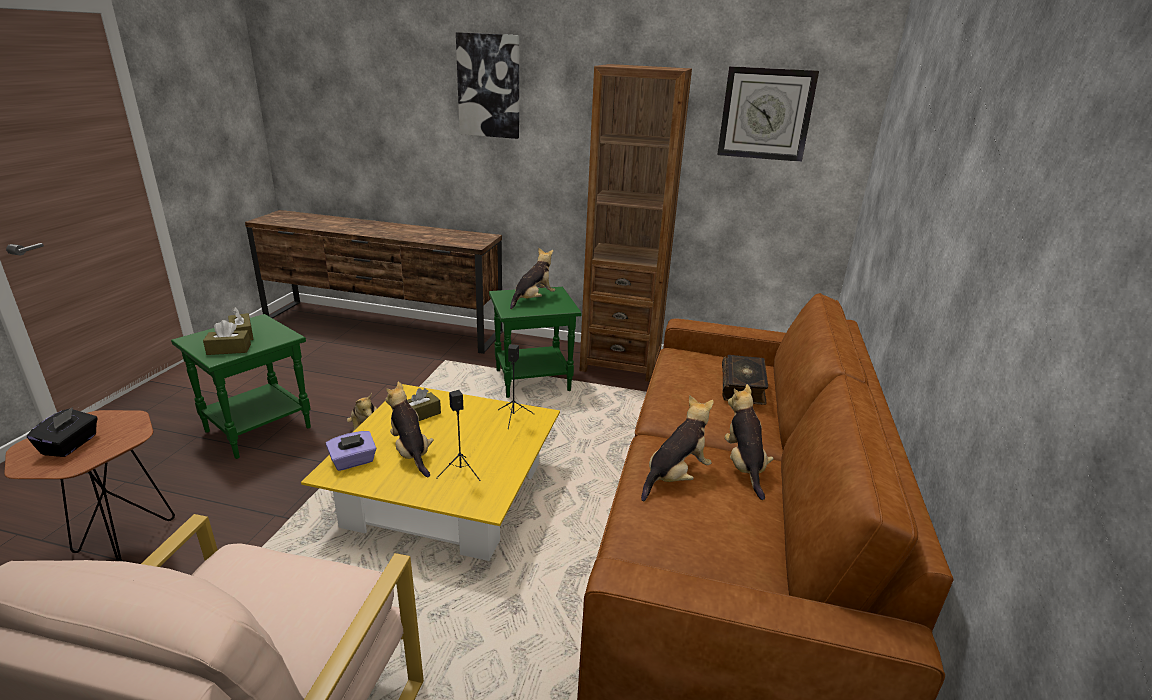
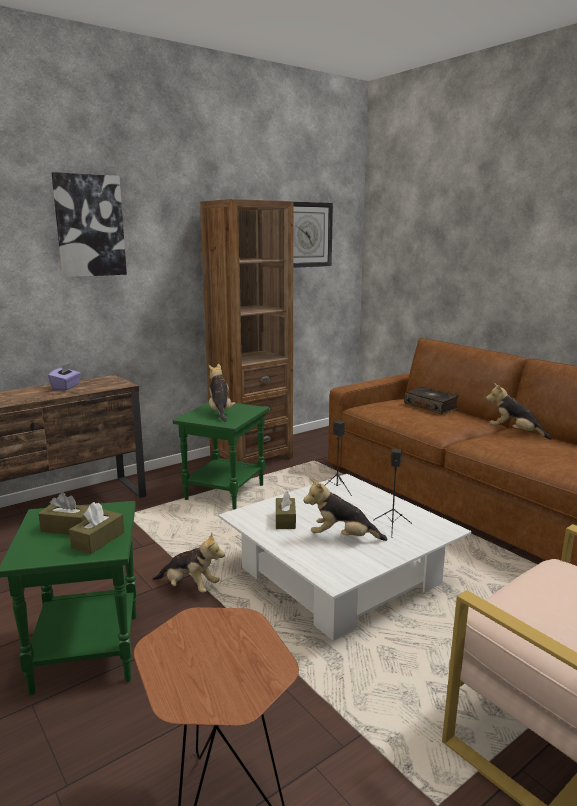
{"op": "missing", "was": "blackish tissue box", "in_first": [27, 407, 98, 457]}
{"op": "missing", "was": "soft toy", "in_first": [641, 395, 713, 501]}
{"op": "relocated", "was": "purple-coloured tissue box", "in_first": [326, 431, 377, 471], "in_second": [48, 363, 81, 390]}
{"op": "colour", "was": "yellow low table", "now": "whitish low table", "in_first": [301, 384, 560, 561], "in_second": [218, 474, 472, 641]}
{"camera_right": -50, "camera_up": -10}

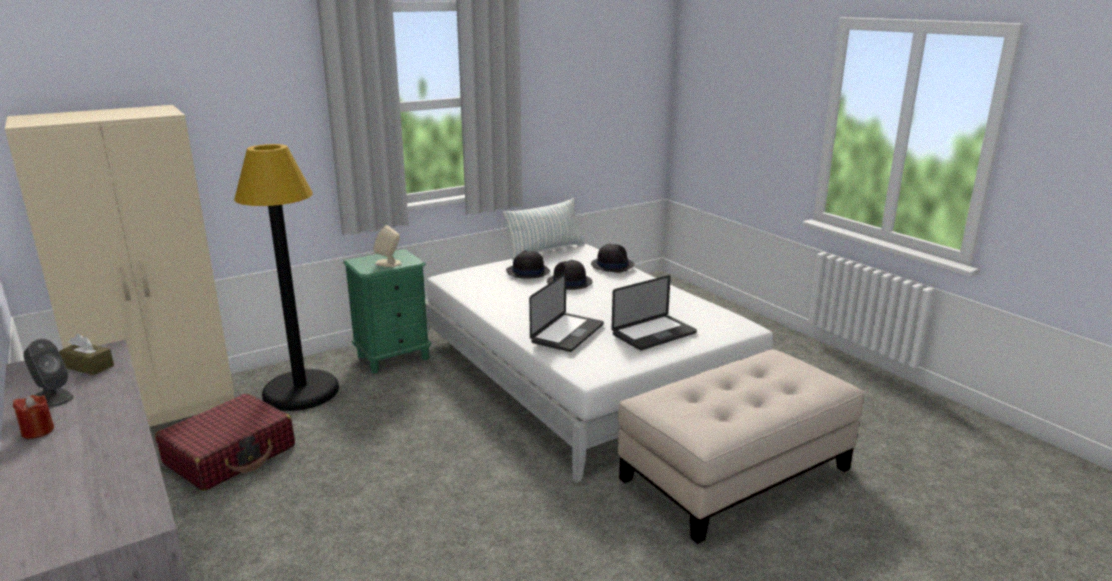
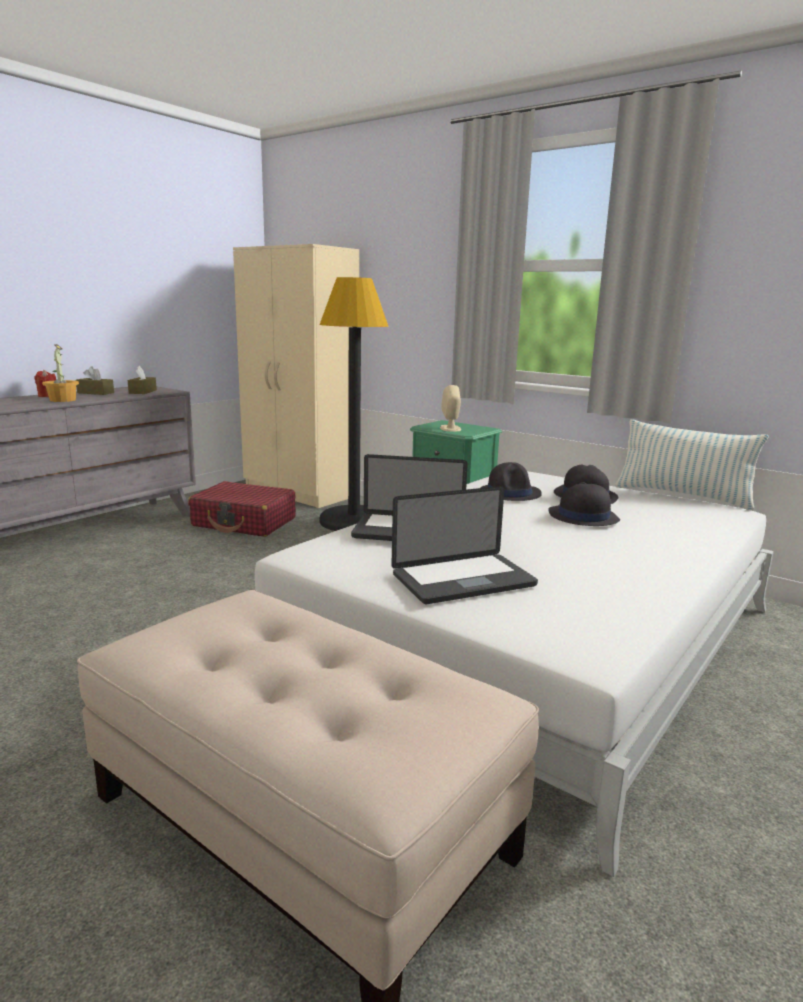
{"op": "appeared", "now": "potted plant", "in_second": [42, 344, 79, 402]}
{"op": "relocated", "was": "blackish wearable hat", "in_first": [591, 244, 634, 273], "in_second": [480, 462, 542, 501]}
{"op": "exchanged", "was": "grey loudspeaker", "now": "brown tissue box", "in_first": [23, 339, 74, 407], "in_second": [76, 366, 114, 395]}
{"op": "spun", "was": "laptop", "in_first": [611, 275, 697, 350], "in_second": [391, 486, 538, 604], "clockwise": -60}
{"camera_right": 70, "camera_up": -5}

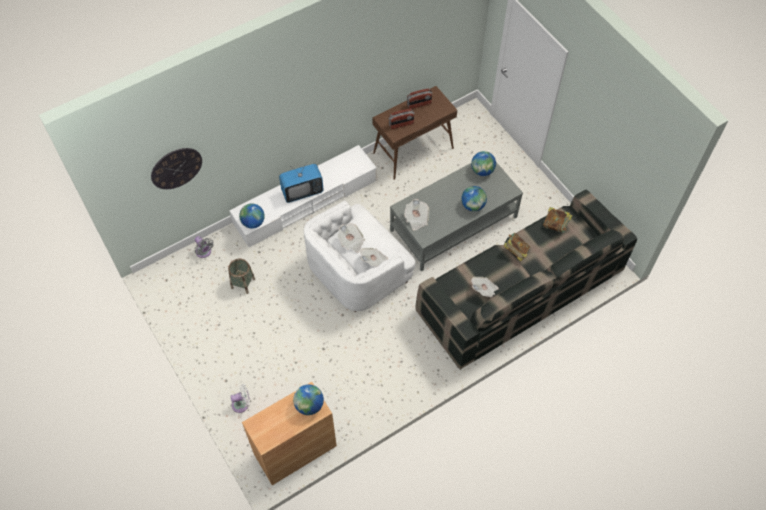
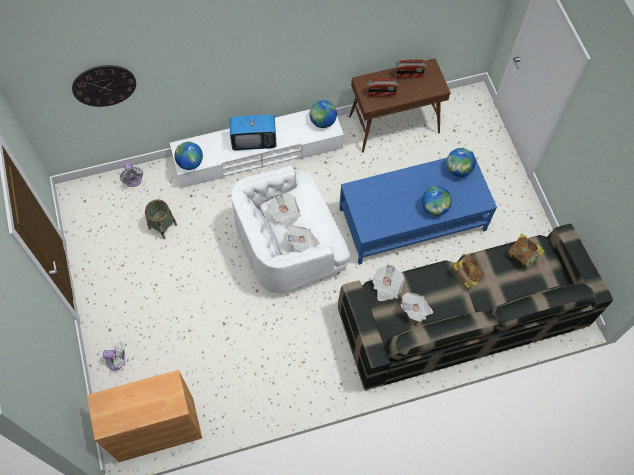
{"op": "relocated", "was": "globe", "in_first": [293, 385, 324, 415], "in_second": [310, 100, 337, 128]}
{"op": "relocated", "was": "printed paper", "in_first": [404, 199, 430, 231], "in_second": [372, 264, 404, 301]}
{"op": "colour", "was": "grey low table", "now": "bluish low table", "in_first": [390, 162, 523, 271], "in_second": [339, 151, 497, 265]}
{"camera_right": 15, "camera_up": 5}

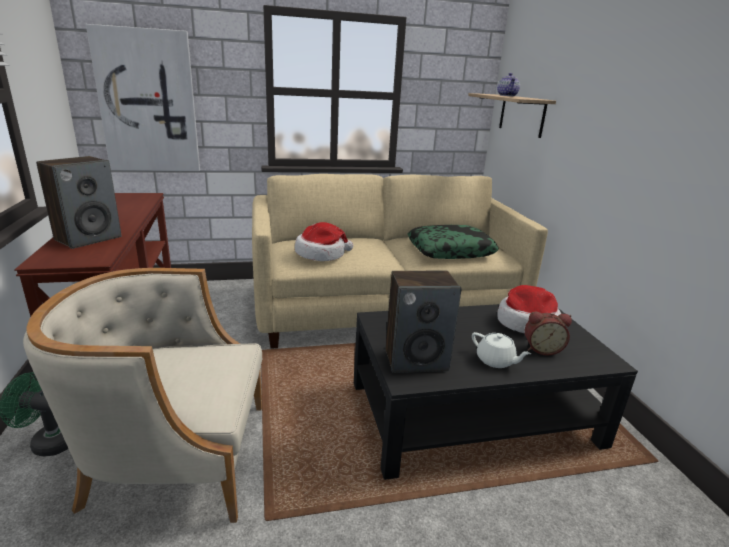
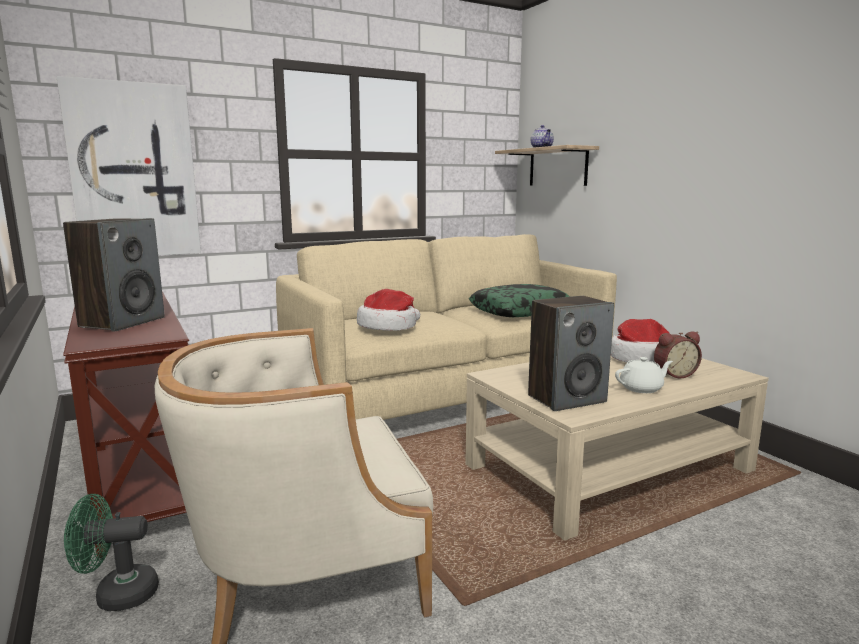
{"op": "colour", "was": "blackish low table", "now": "sand-coloured low table", "in_first": [354, 304, 638, 480], "in_second": [466, 356, 769, 541]}
{"op": "spun", "was": "whitish pot for tea", "in_first": [472, 332, 531, 368], "in_second": [615, 357, 673, 393], "clockwise": -45}
{"camera_right": -15, "camera_up": -10}

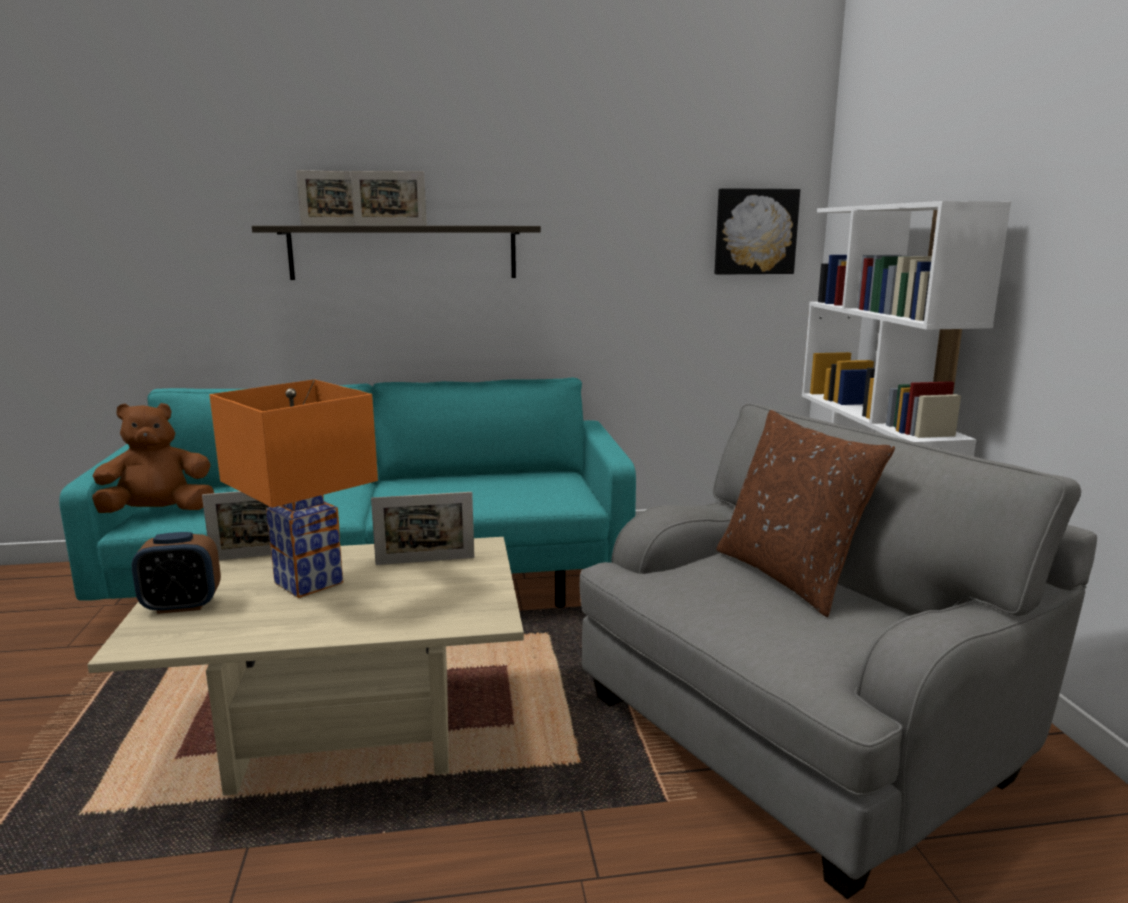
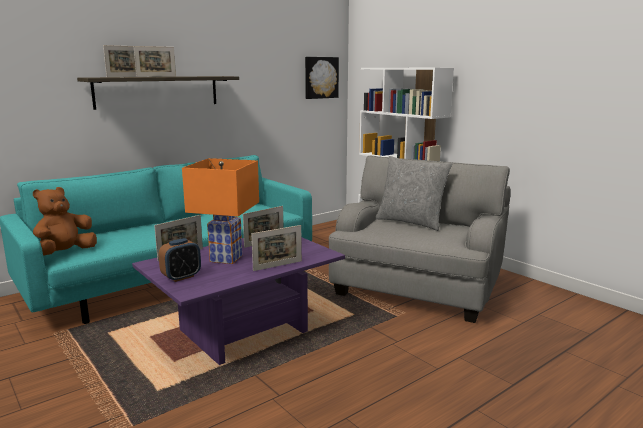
{"op": "appeared", "now": "picture frame", "in_second": [252, 225, 302, 271]}
{"op": "colour", "was": "sand-coloured low table", "now": "purple-coloured low table", "in_first": [87, 537, 524, 796], "in_second": [132, 237, 345, 365]}
{"op": "colour", "was": "brown throw pillow", "now": "grey throw pillow", "in_first": [716, 410, 895, 617], "in_second": [375, 156, 453, 231]}
{"camera_right": -30, "camera_up": 0}

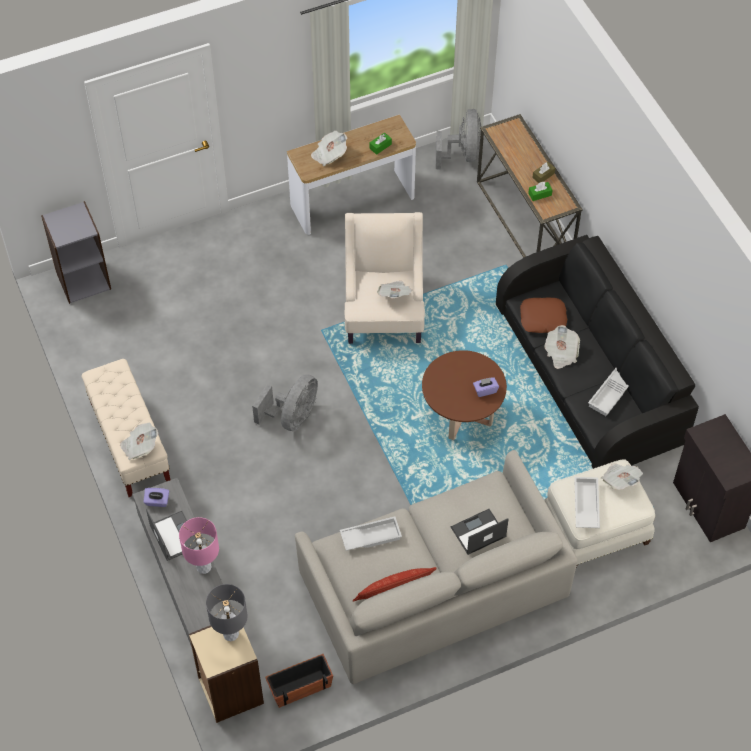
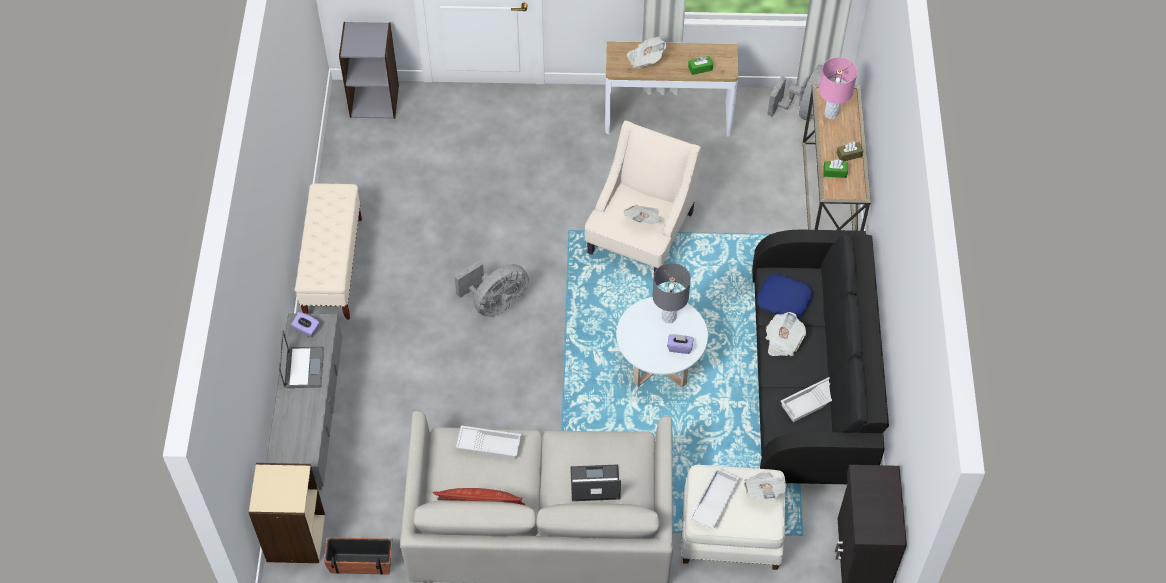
{"op": "missing", "was": "printed paper", "in_first": [120, 422, 158, 460]}
{"op": "relocated", "was": "pink-coloured lamp for a table", "in_first": [179, 517, 219, 574], "in_second": [819, 57, 857, 119]}
{"op": "relocated", "was": "grey lamp for a table", "in_first": [206, 584, 248, 641], "in_second": [652, 263, 691, 323]}
{"op": "colour", "was": "brown low table", "now": "whitish low table", "in_first": [422, 350, 507, 440], "in_second": [616, 297, 708, 388]}
{"op": "colour", "was": "brown throw pillow", "now": "bluish throw pillow", "in_first": [520, 297, 567, 333], "in_second": [757, 274, 812, 318]}
{"camera_right": 25, "camera_up": 0}

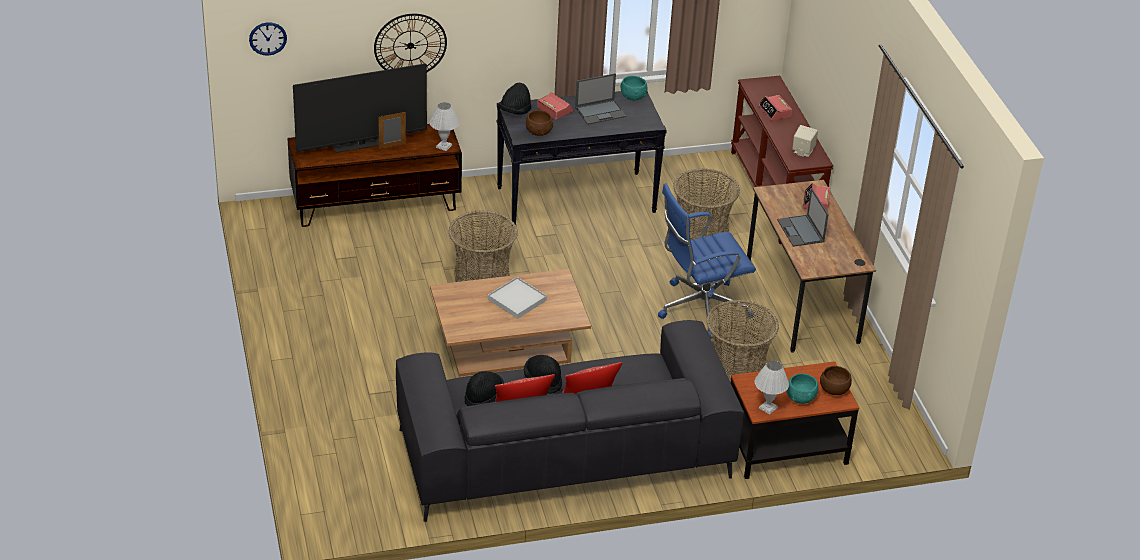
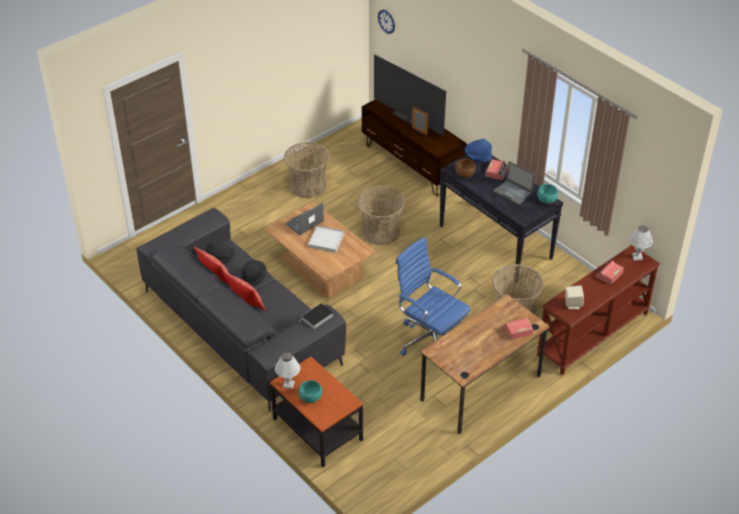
{"op": "missing", "was": "hanging clock", "in_first": [374, 14, 447, 72]}
{"op": "missing", "was": "brown deep dish", "in_first": [820, 366, 852, 395]}
{"op": "appeared", "now": "book", "in_second": [301, 303, 333, 329]}
{"op": "relocated", "was": "whitish lamp for a table", "in_first": [429, 102, 459, 151], "in_second": [629, 225, 653, 261]}
{"op": "relocated", "was": "basket", "in_first": [706, 300, 779, 383], "in_second": [284, 142, 330, 198]}
{"op": "relocated", "was": "laptop", "in_first": [777, 188, 829, 247], "in_second": [285, 203, 324, 235]}
{"op": "colour", "was": "blackish wearable hat", "now": "bluish wearable hat", "in_first": [498, 82, 532, 115], "in_second": [465, 139, 492, 162]}
{"camera_right": 65, "camera_up": 5}

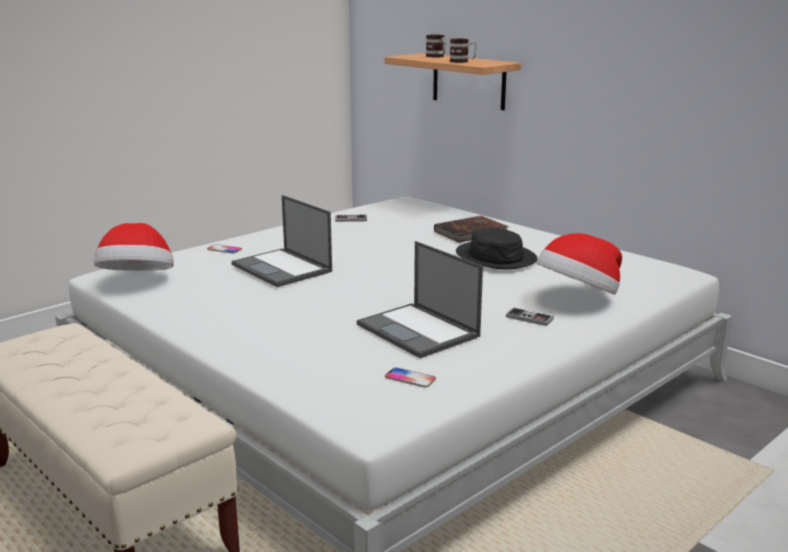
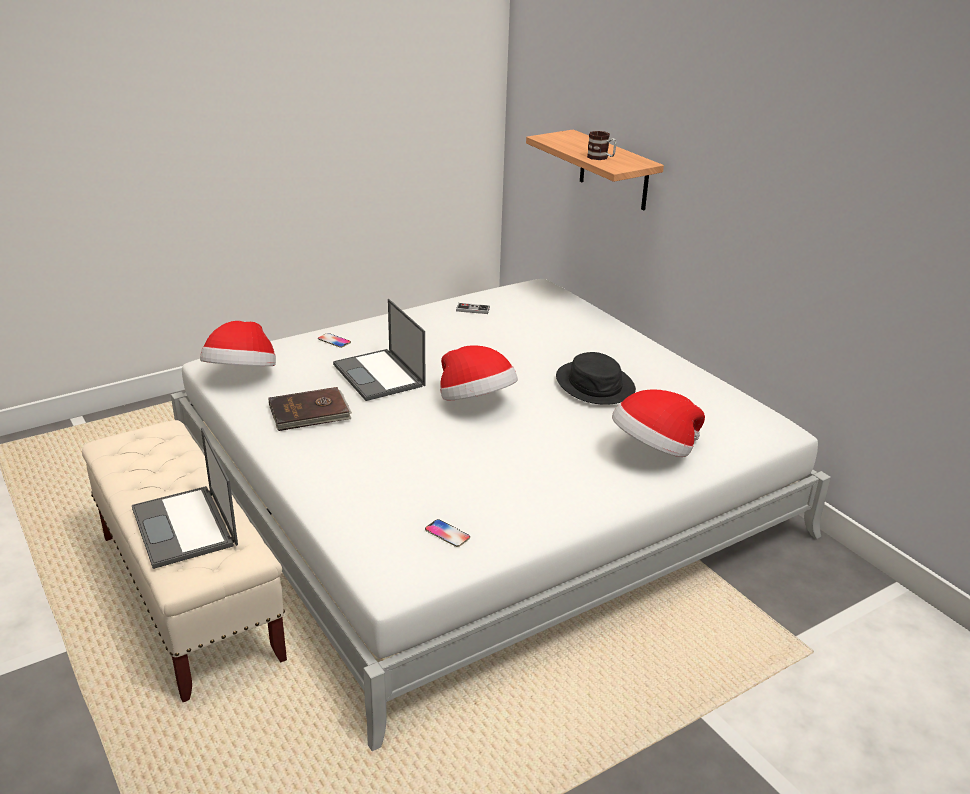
{"op": "missing", "was": "coffee mug", "in_first": [426, 35, 446, 57]}
{"op": "missing", "was": "gamepad", "in_first": [506, 307, 554, 326]}
{"op": "appeared", "now": "wearable hat", "in_second": [440, 345, 518, 400]}
{"op": "relocated", "was": "laptop", "in_first": [357, 241, 483, 358], "in_second": [132, 428, 238, 569]}
{"op": "relocated", "was": "brown book", "in_first": [434, 216, 508, 243], "in_second": [268, 387, 352, 431]}
{"camera_right": 10, "camera_up": 10}

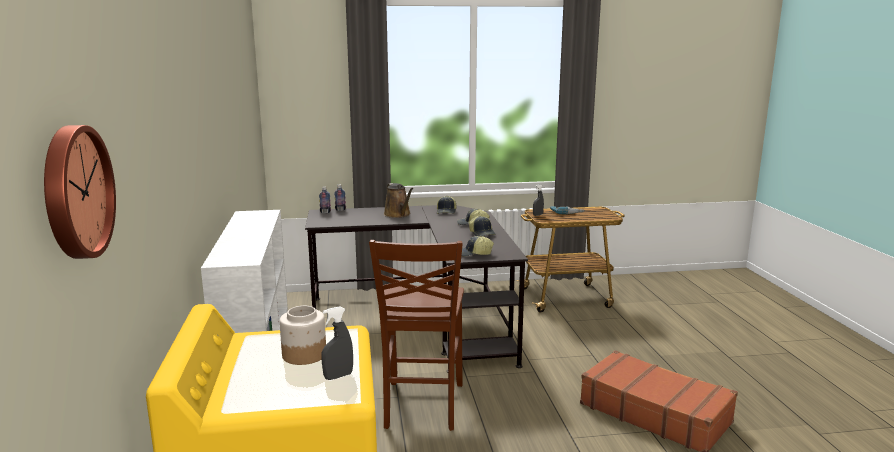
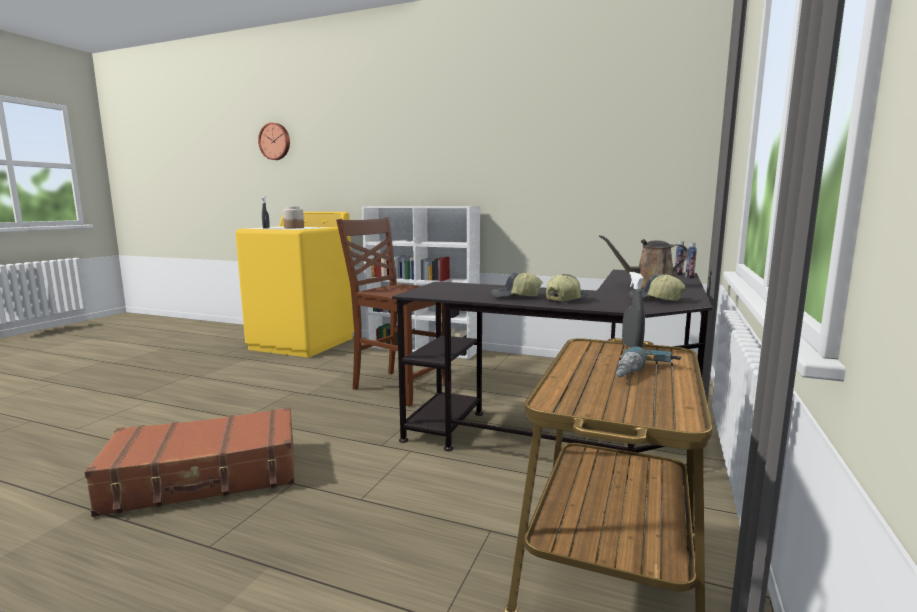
{"op": "missing", "was": "cap", "in_first": [462, 236, 494, 256]}
{"camera_right": 120, "camera_up": -5}

